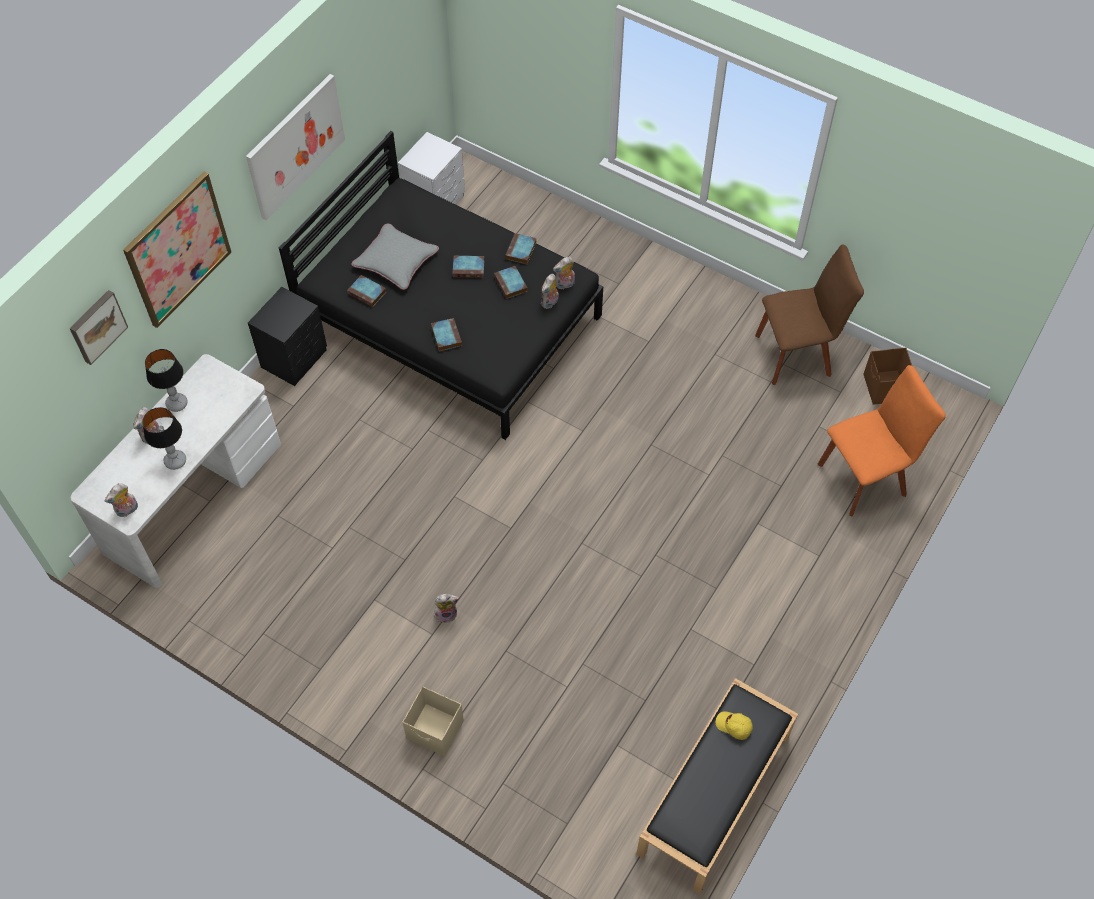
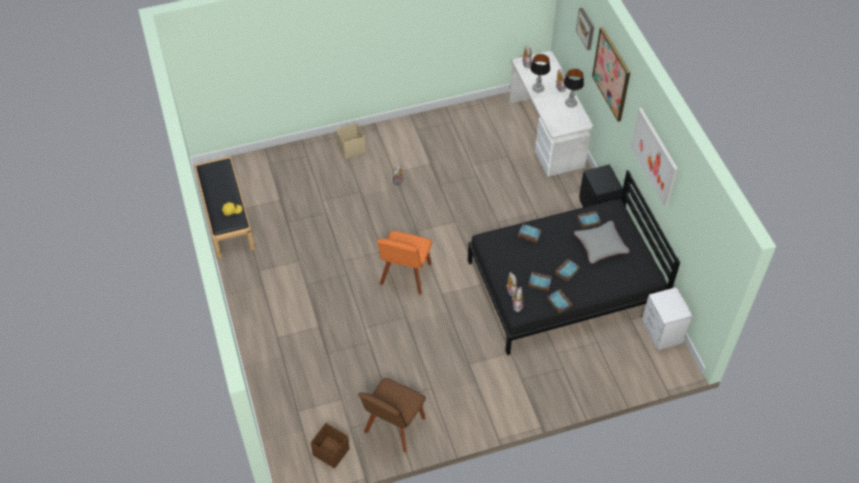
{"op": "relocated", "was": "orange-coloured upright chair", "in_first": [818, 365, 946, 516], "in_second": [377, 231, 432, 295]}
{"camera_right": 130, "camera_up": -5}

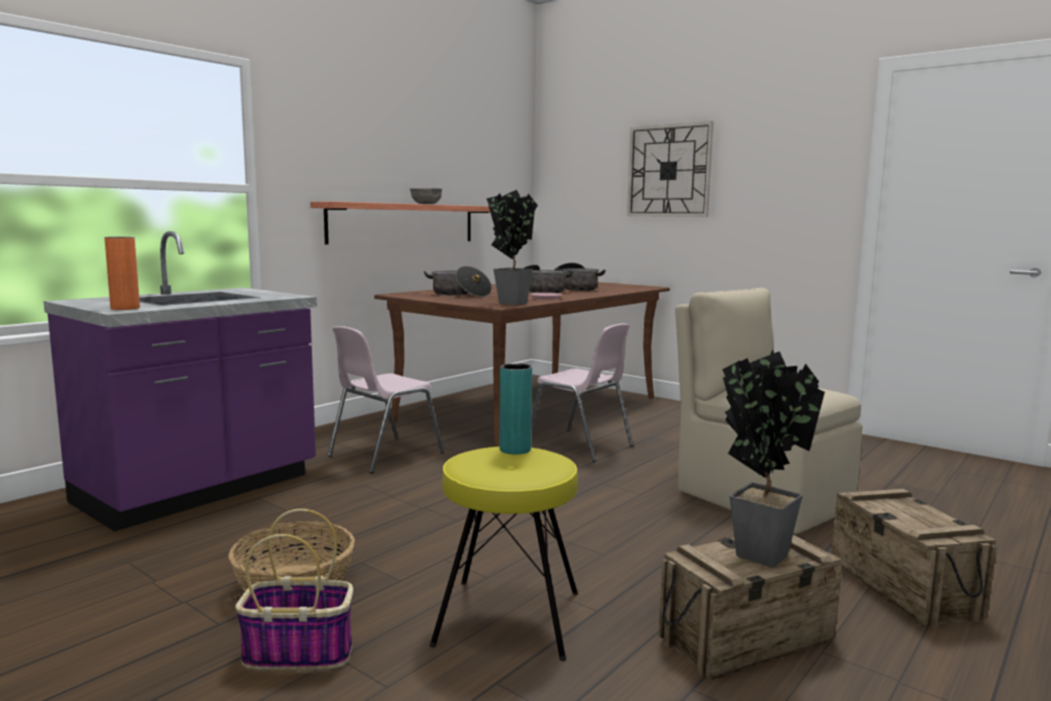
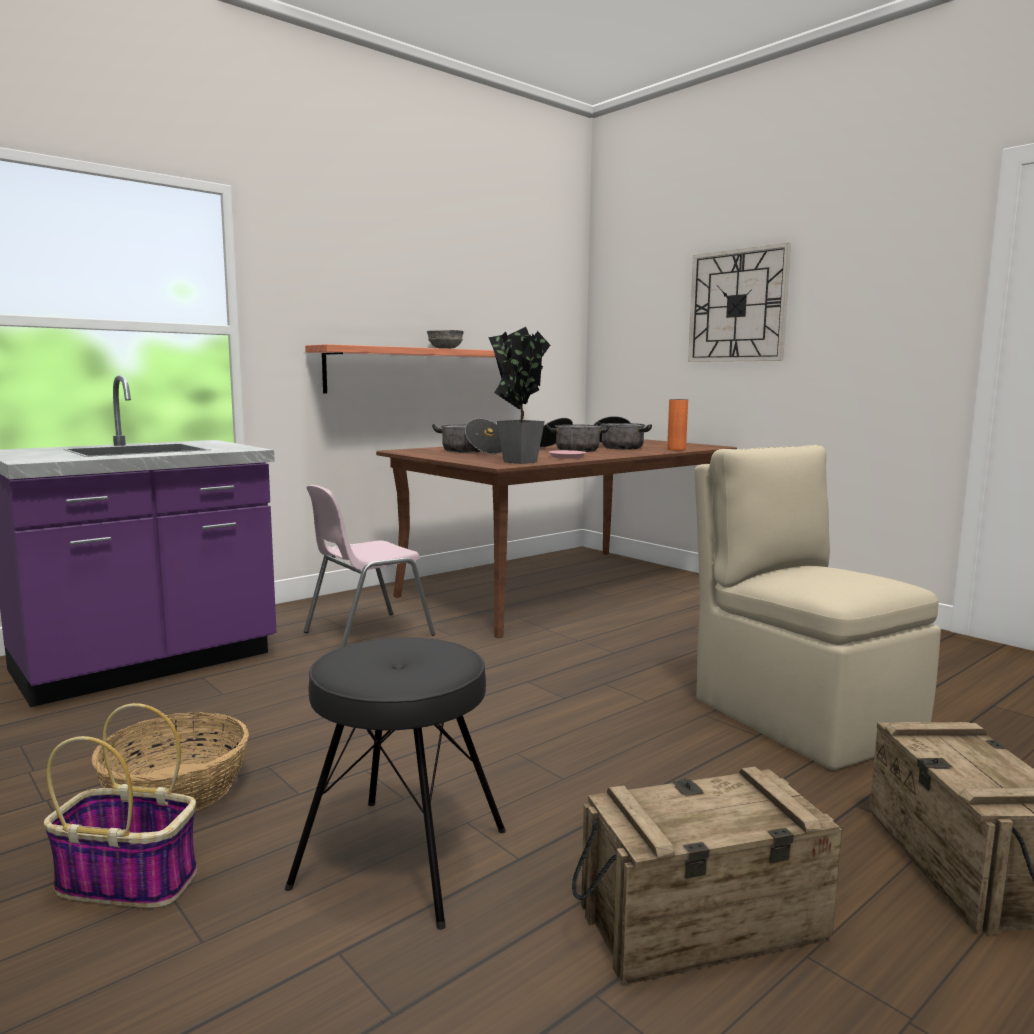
{"op": "missing", "was": "blue-green decorative vase", "in_first": [500, 363, 532, 455]}
{"op": "missing", "was": "pink-coloured upright chair", "in_first": [531, 324, 633, 462]}
{"op": "missing", "was": "potted plant", "in_first": [722, 350, 825, 567]}
{"op": "relocated", "was": "orange-coloured decorative vase", "in_first": [105, 237, 140, 310], "in_second": [667, 399, 688, 451]}
{"op": "colour", "was": "yellow stool", "now": "blackish stool", "in_first": [430, 447, 578, 661], "in_second": [285, 637, 506, 930]}
{"camera_right": 10, "camera_up": 0}

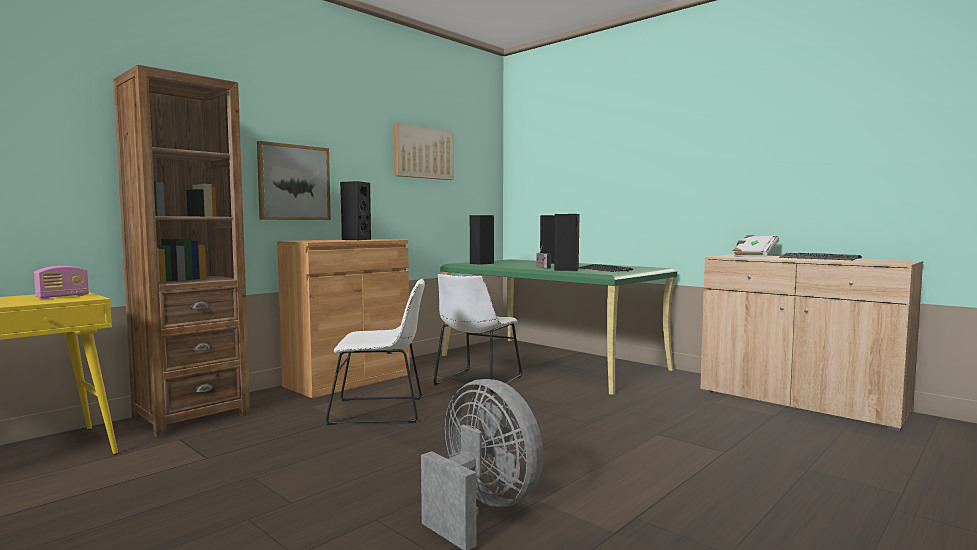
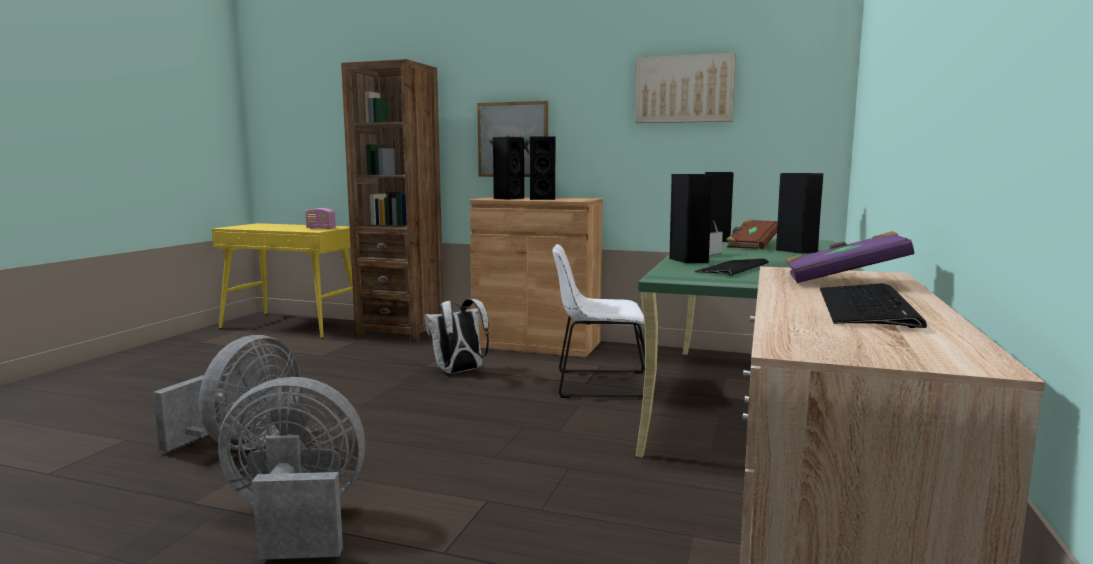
{"op": "appeared", "now": "grey cooling fan", "in_second": [218, 377, 365, 560]}
{"op": "appeared", "now": "blackish loudspeaker", "in_second": [493, 137, 524, 200]}
{"op": "appeared", "now": "brown book", "in_second": [726, 219, 778, 249]}
{"op": "exchanged", "was": "whitish upright chair", "now": "whitish backpack", "in_first": [325, 279, 425, 425], "in_second": [424, 299, 489, 374]}
{"op": "colour", "was": "whitish book", "now": "purple-coloured book", "in_first": [733, 235, 779, 257], "in_second": [785, 231, 914, 283]}
{"camera_right": 65, "camera_up": 5}

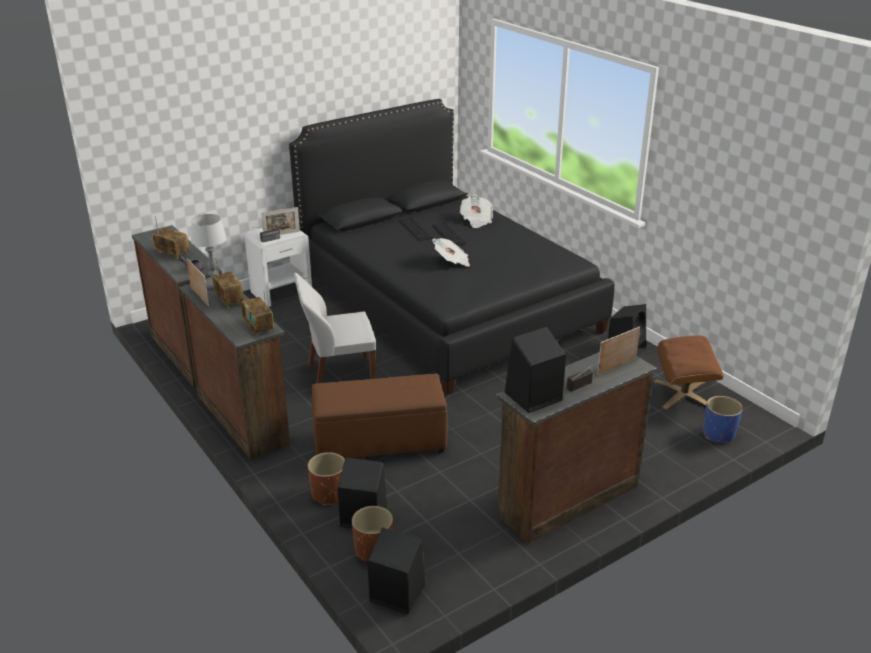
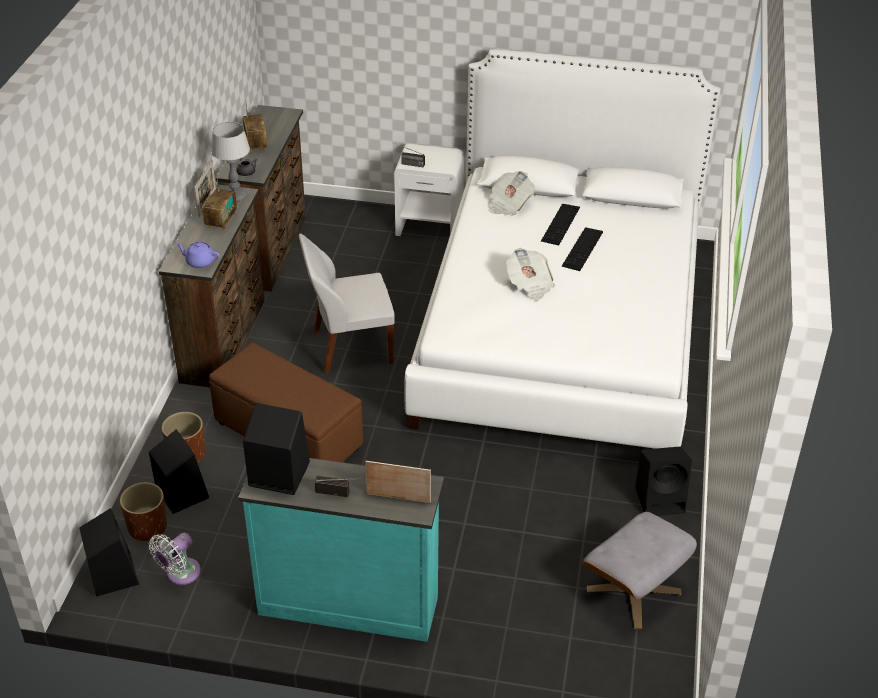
{"op": "missing", "was": "picture frame", "in_first": [261, 207, 300, 235]}
{"op": "missing", "was": "bluish planter", "in_first": [703, 396, 743, 443]}
{"op": "appeared", "now": "whitish cooling fan", "in_second": [149, 533, 201, 585]}
{"op": "relocated", "was": "printed paper", "in_first": [460, 195, 493, 228], "in_second": [489, 171, 535, 215]}
{"op": "exchanged", "was": "radio set", "now": "purple-coloured pot for tea", "in_first": [241, 291, 274, 336], "in_second": [176, 242, 220, 268]}
{"op": "colour", "was": "blackish bed", "now": "whitish bed", "in_first": [289, 99, 615, 395], "in_second": [404, 49, 721, 449]}
{"op": "colour", "was": "brown chest of drawers", "now": "blue-green chest of drawers", "in_first": [497, 352, 657, 544], "in_second": [238, 458, 444, 642]}
{"op": "colour", "was": "brown ottoman", "now": "grey ottoman", "in_first": [654, 335, 724, 410], "in_second": [582, 512, 697, 629]}
{"op": "spun", "was": "whitish upright chair", "in_first": [294, 273, 376, 383], "in_second": [299, 234, 395, 374], "clockwise": -45}
{"camera_right": 45, "camera_up": 10}

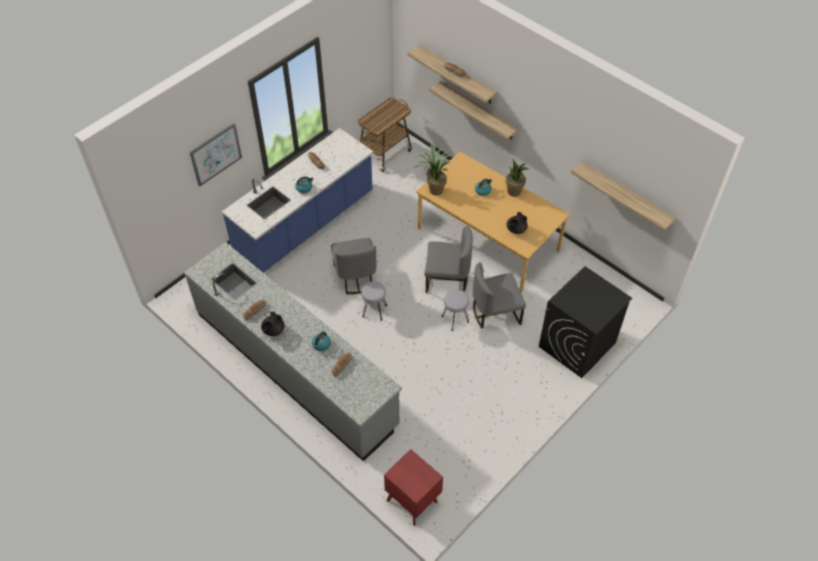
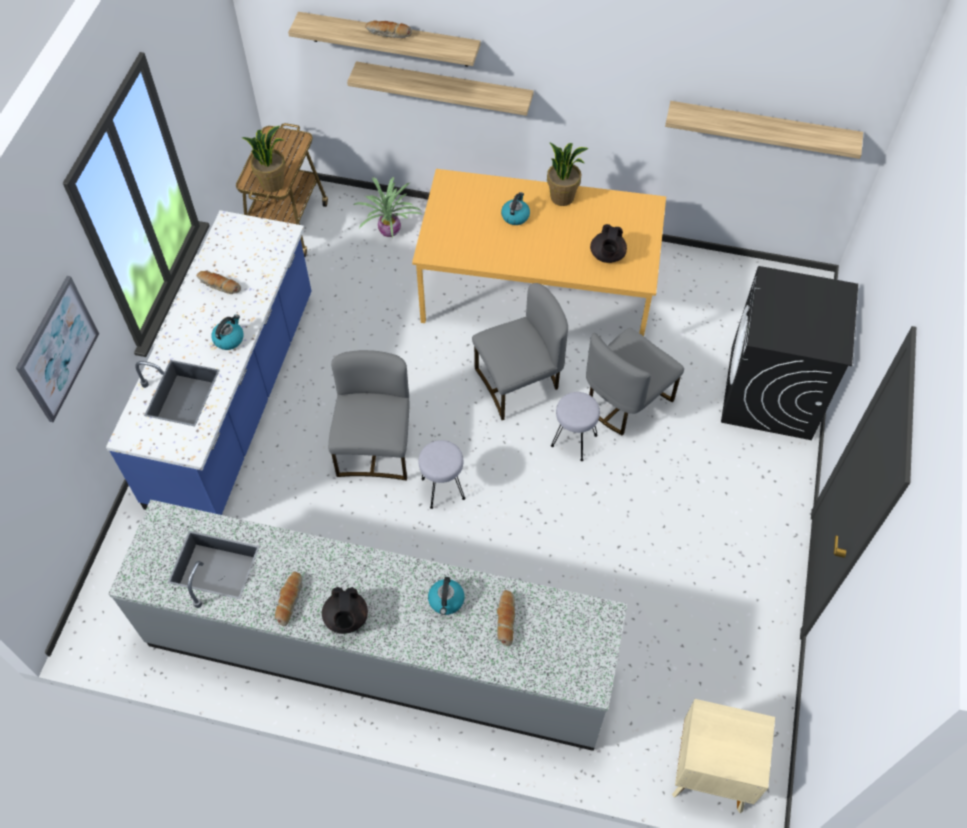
{"op": "relocated", "was": "potted plant", "in_first": [427, 160, 450, 195], "in_second": [241, 126, 285, 192]}
{"op": "colour", "was": "reddish nightstand", "now": "sand-coloured nightstand", "in_first": [384, 449, 443, 526], "in_second": [672, 699, 775, 813]}
{"op": "spun", "was": "grey upright chair", "in_first": [331, 238, 377, 294], "in_second": [328, 350, 409, 480], "clockwise": -135}
{"camera_right": -30, "camera_up": 5}

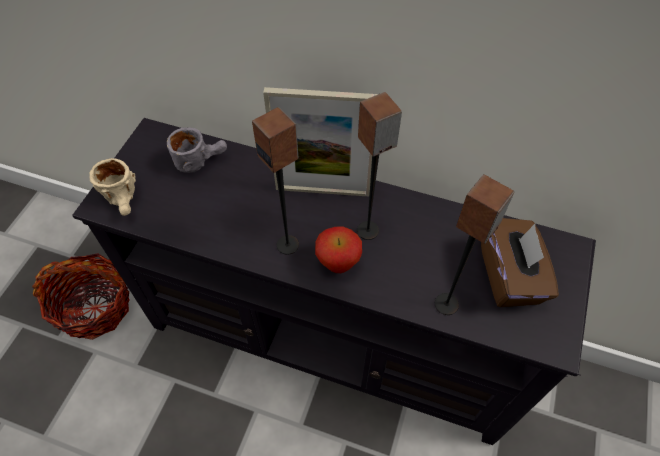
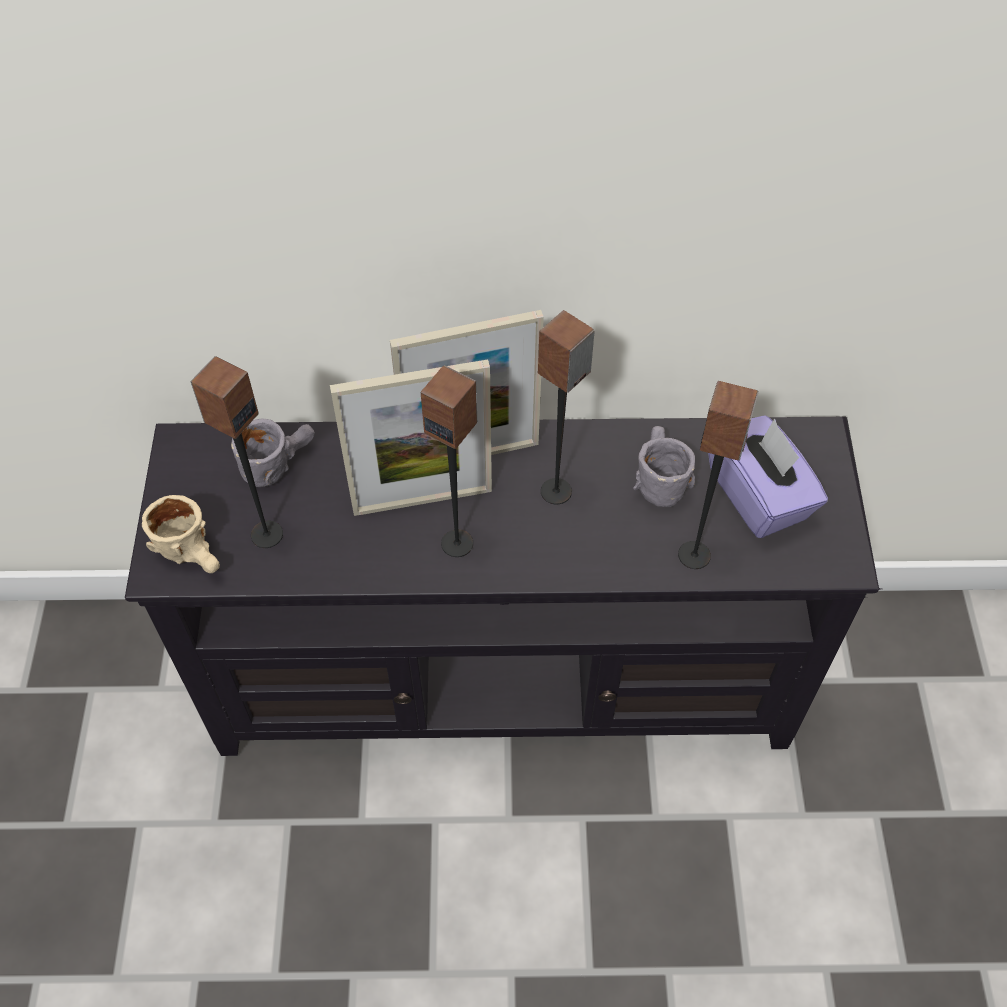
{"op": "missing", "was": "basket", "in_first": [32, 254, 130, 340]}
{"op": "missing", "was": "whole apple", "in_first": [315, 226, 362, 273]}
{"op": "appeared", "now": "loudspeaker", "in_second": [190, 356, 283, 548]}
{"op": "appeared", "now": "picture frame", "in_second": [330, 359, 492, 516]}
{"op": "appeared", "now": "grey coffee mug", "in_second": [633, 426, 695, 507]}
{"op": "colour", "was": "brown tissue box", "now": "purple-coloured tissue box", "in_first": [481, 218, 559, 307], "in_second": [708, 415, 828, 538]}
{"camera_right": -20, "camera_up": 0}

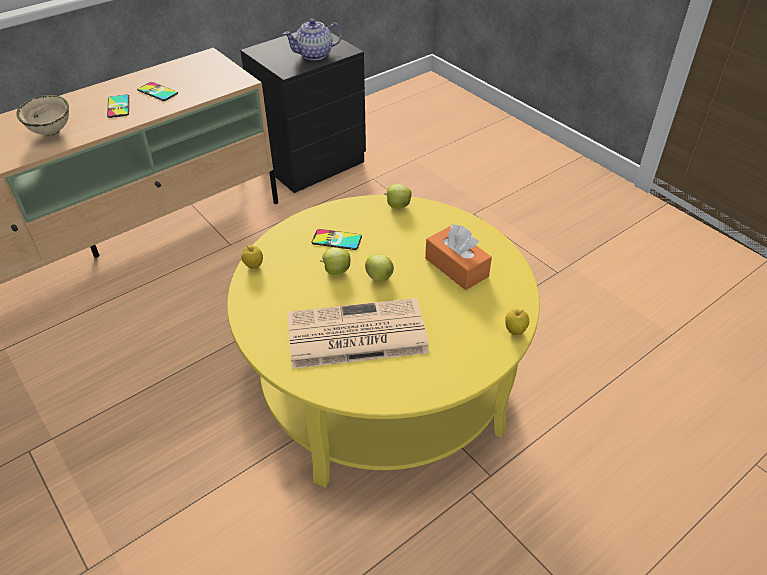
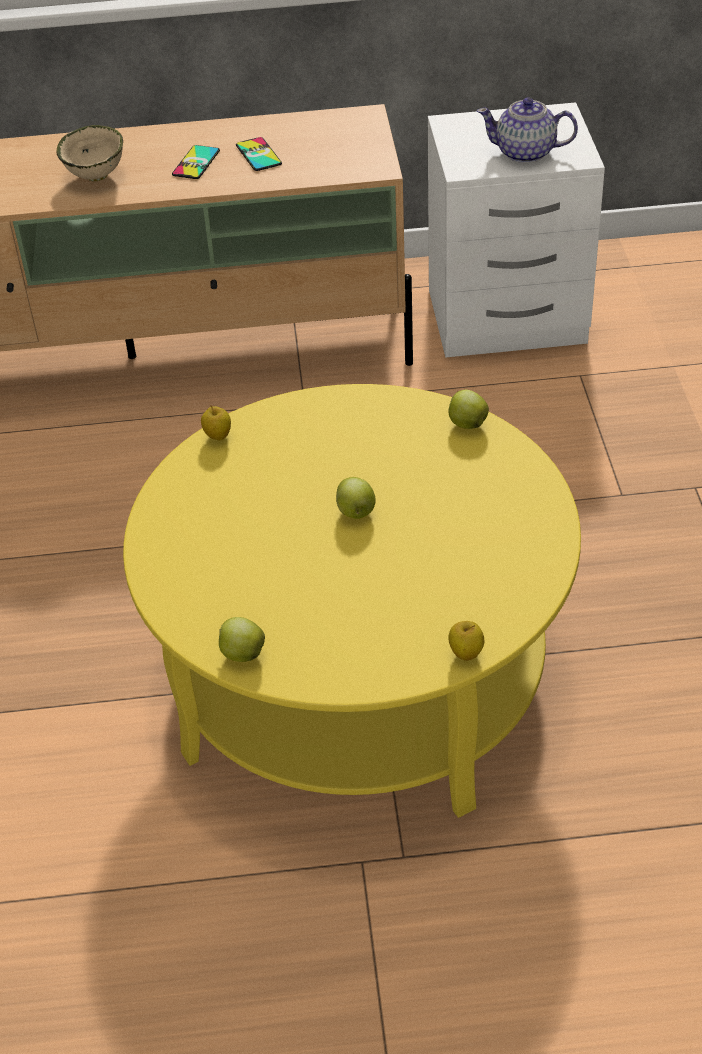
{"op": "missing", "was": "printed paper", "in_first": [288, 298, 429, 369]}
{"op": "missing", "was": "handset", "in_first": [312, 229, 362, 250]}
{"op": "missing", "was": "orange-coloured tissue box", "in_first": [425, 224, 492, 290]}
{"op": "relocated", "was": "whole apple", "in_first": [320, 248, 351, 275], "in_second": [219, 617, 265, 662]}
{"op": "colour", "was": "blackish nightstand", "now": "whitish nightstand", "in_first": [240, 32, 366, 193], "in_second": [428, 102, 605, 357]}
{"camera_right": 35, "camera_up": 0}

